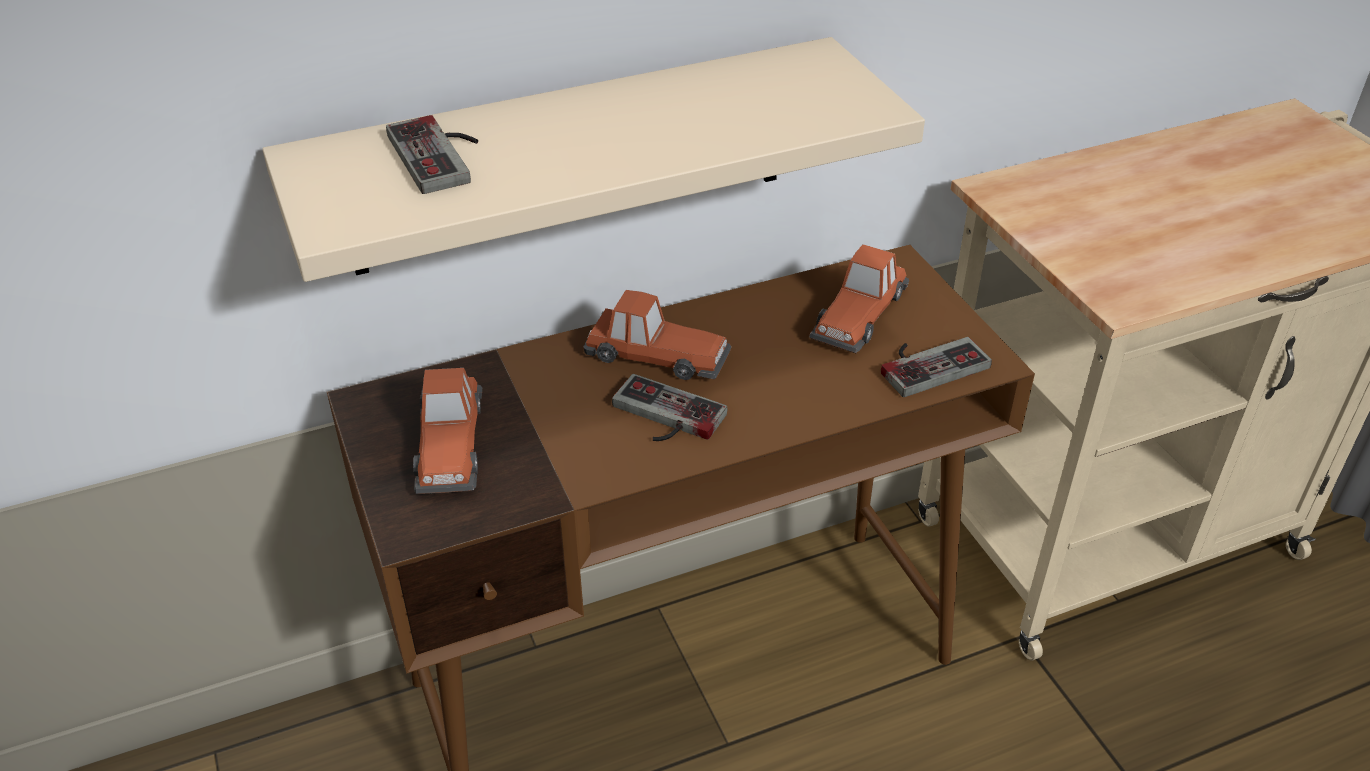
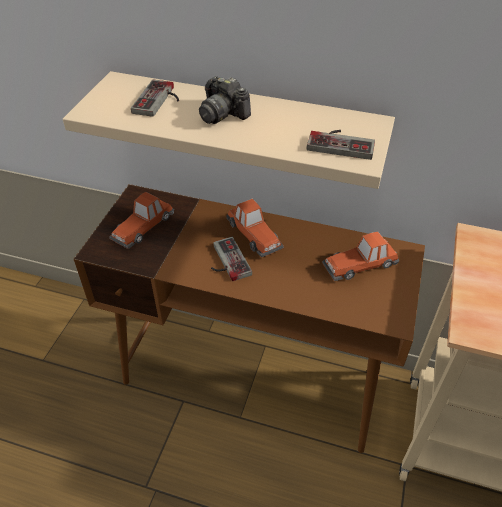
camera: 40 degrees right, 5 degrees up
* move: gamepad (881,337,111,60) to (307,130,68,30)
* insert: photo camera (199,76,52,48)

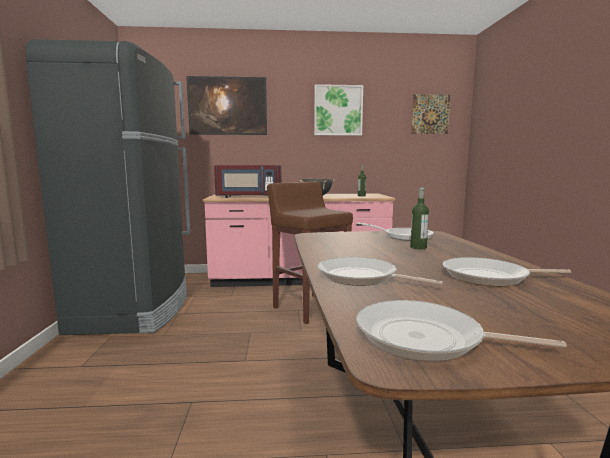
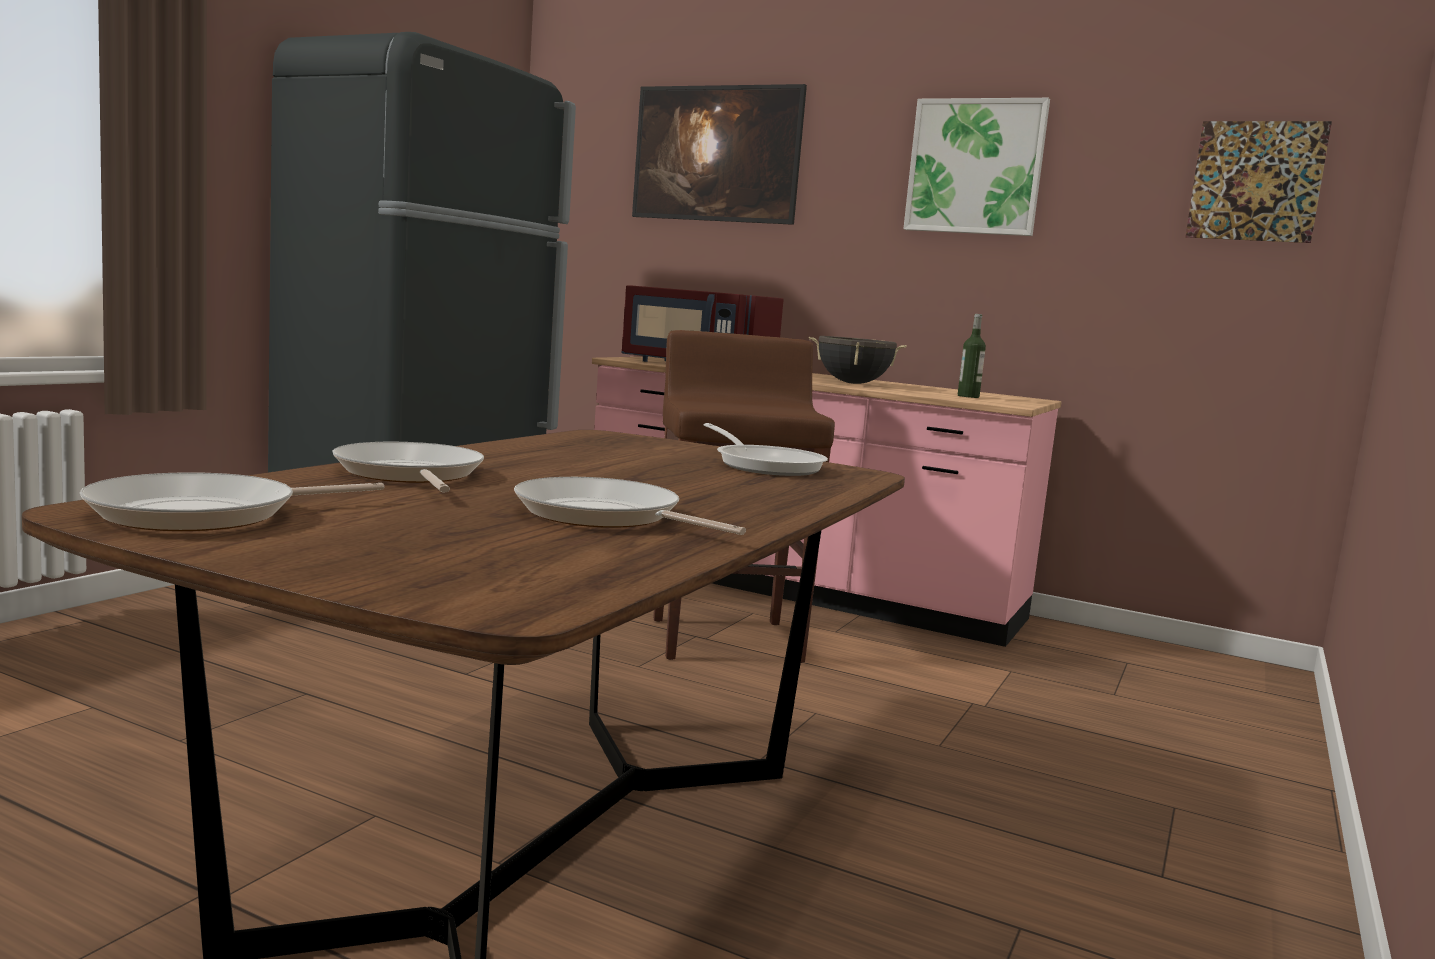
camera: 30 degrees right, 0 degrees up
* delete: bottle (410,187,19,62)
* rotate: skillet (356,300,211,61) = (80,472,304,59) 90 degrees counterclockwise

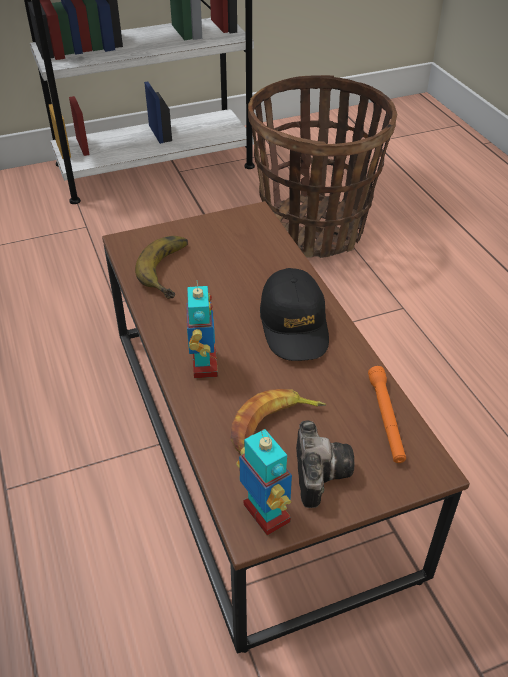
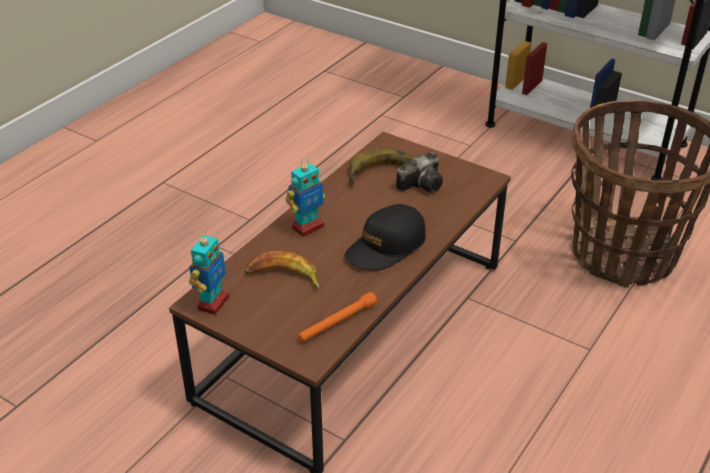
camera: 55 degrees right, 5 degrees down
* move: photo camera (296,420,58,88) to (396,152,47,40)

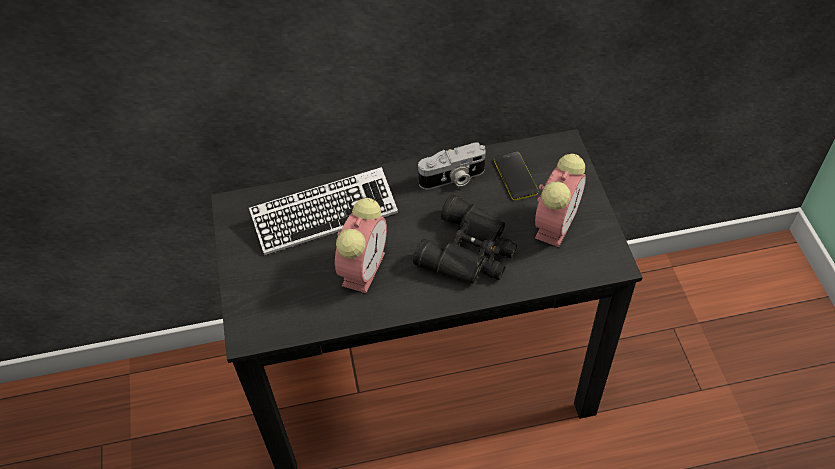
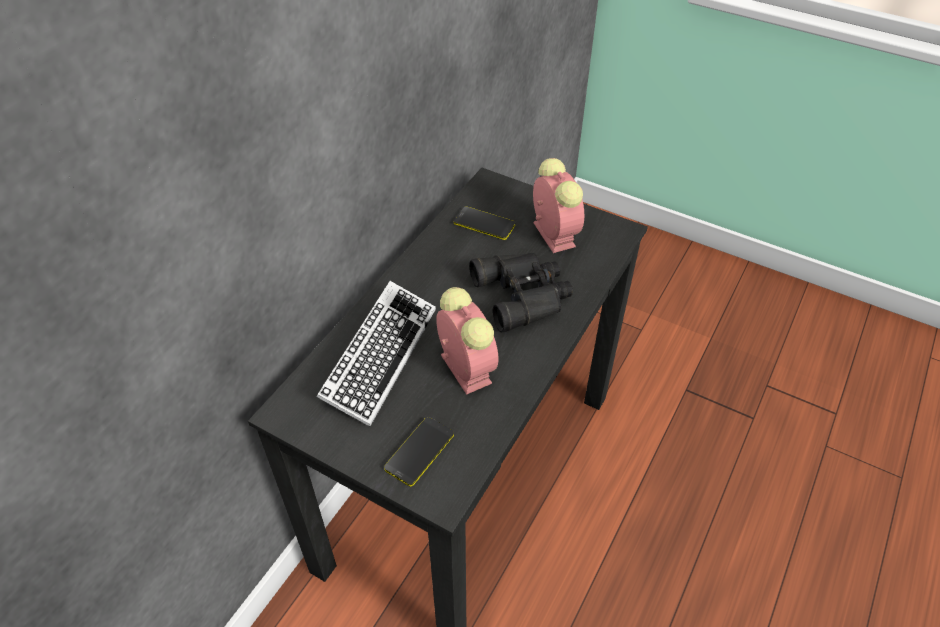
camera: 50 degrees left, 5 degrees down
* delete: photo camera (418,142,67,48)
* insert: handset (384,417,70,70)

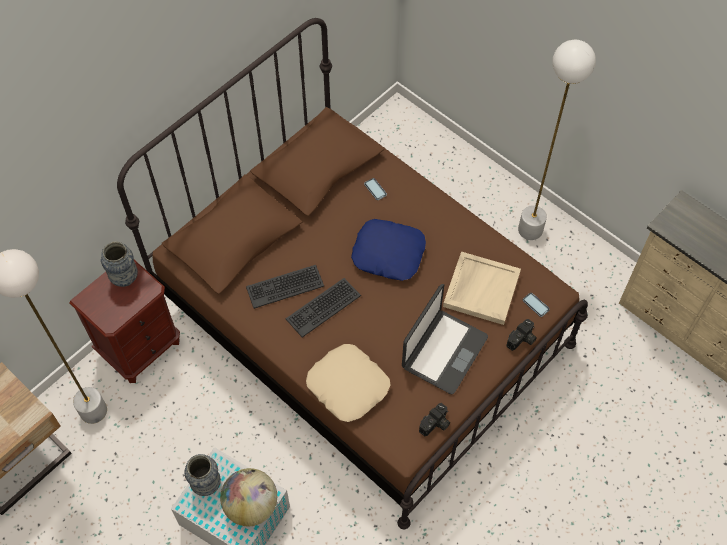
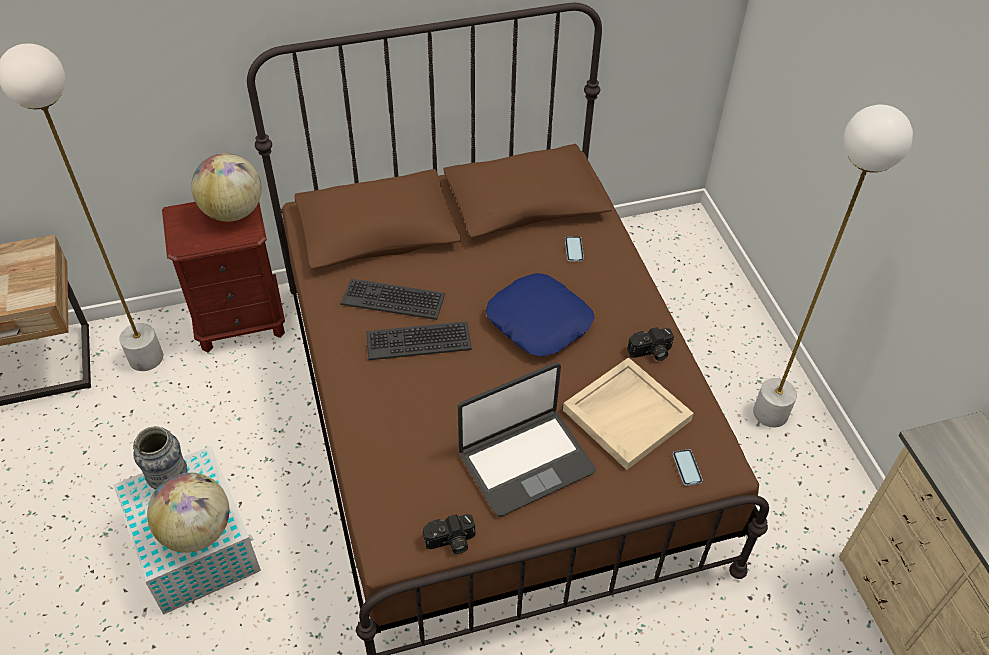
camera: 30 degrees right, 10 degrees down
* replace: flower vase (101,242,37,45) to world globe (191,153,71,69)
* move: photo camera (506,319,31,32) to (627,327,47,34)
* delete: throw pillow (beige) (306,344,84,78)

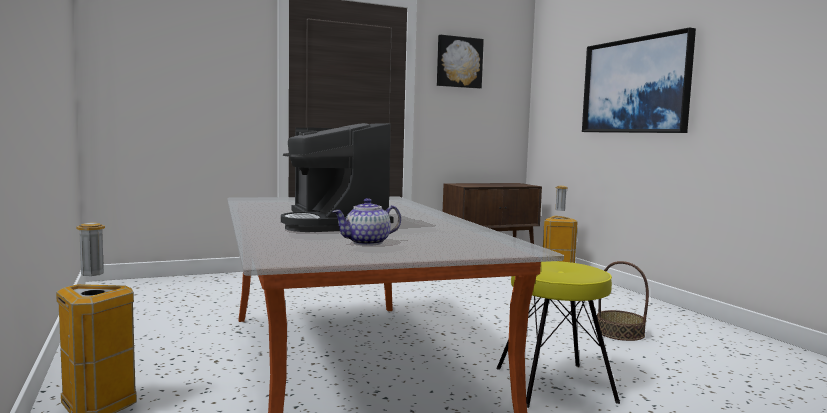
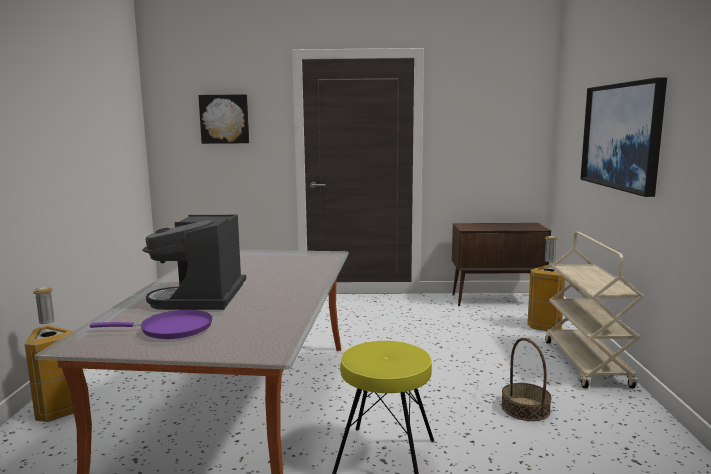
camera: 25 degrees right, 5 degrees up
* move: picture (437,35,47,53) to (198,94,51,50)
* replace: teapot (333,198,68,48) to skillet (purple-coloured) (90,310,122,29)
* insert: trolley (beige) (545,231,100,157)

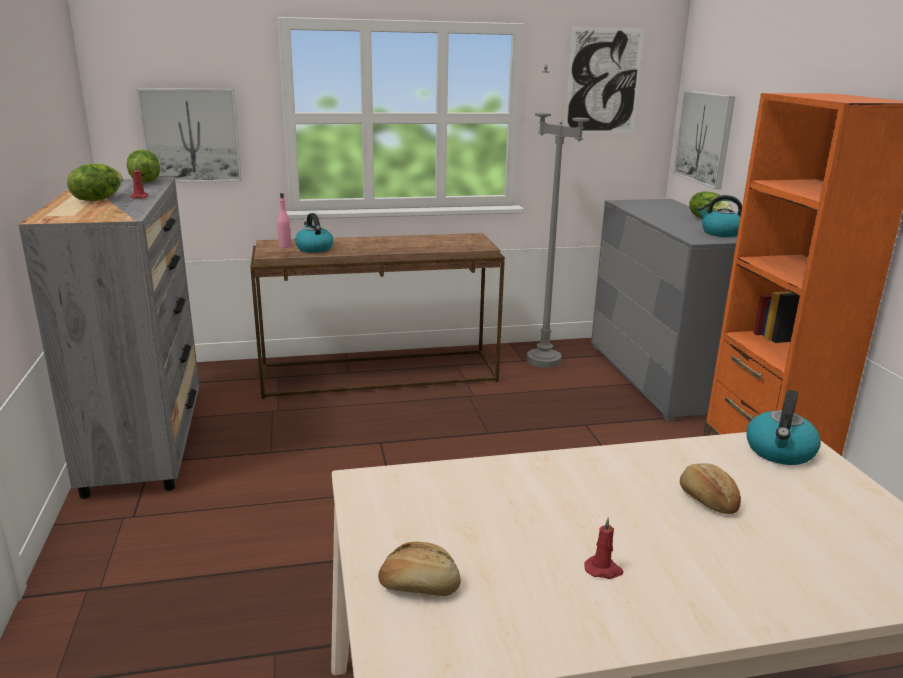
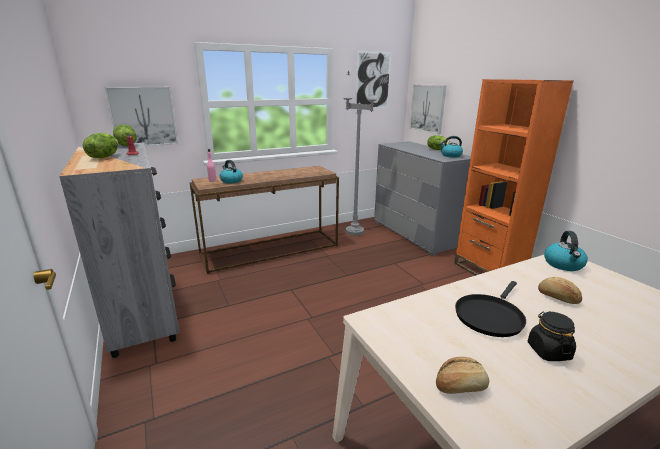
camera: 15 degrees left, 0 degrees up
* replace: candle (red) (584,517,40,62) to preserve jar (black) (528,311,48,50)
* insert: skillet (black) (455,281,71,56)

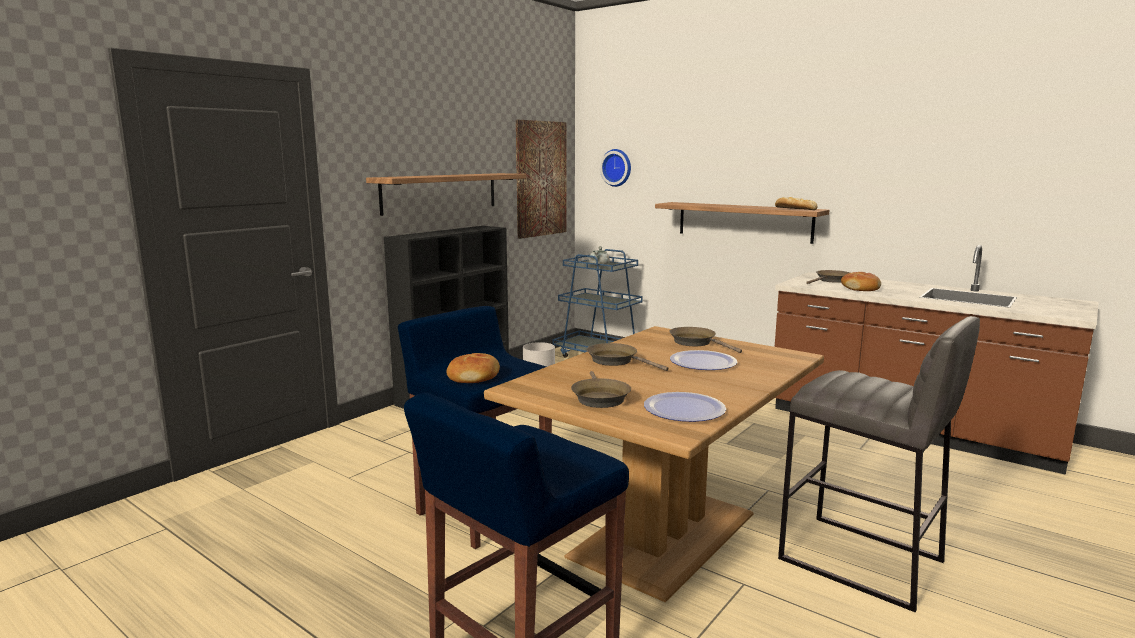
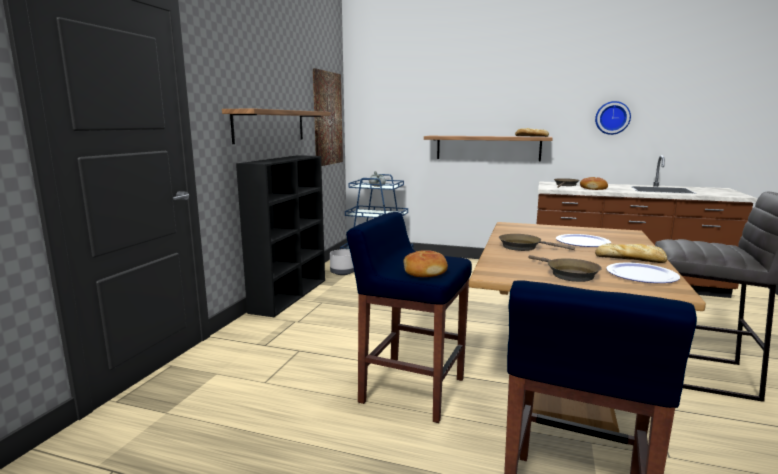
camera: 20 degrees left, 0 degrees up
* move: clock on the wall (600,149,31,38) to (595,101,36,34)
* delete: skillet (brownish) (669,327,73,26)
* insert: bakery bread (595,243,72,20)

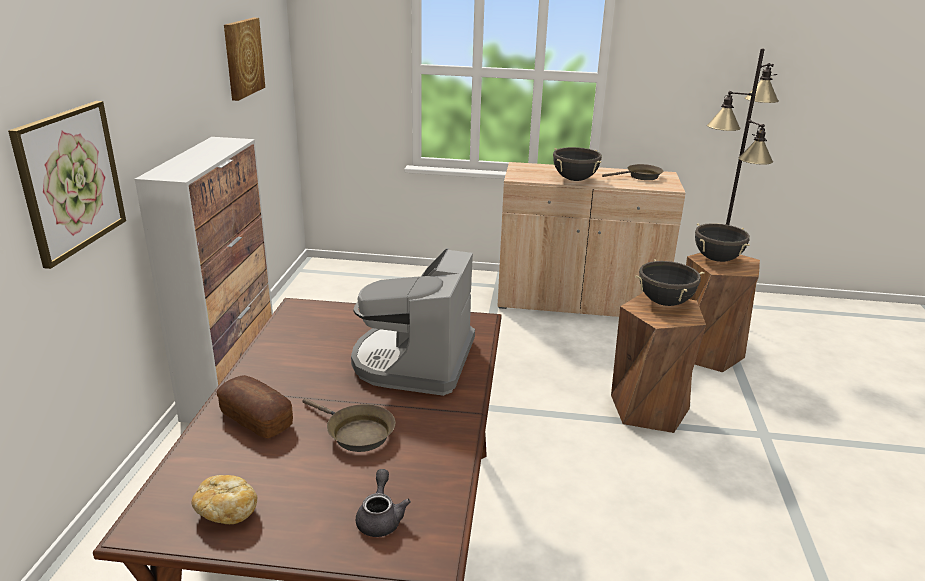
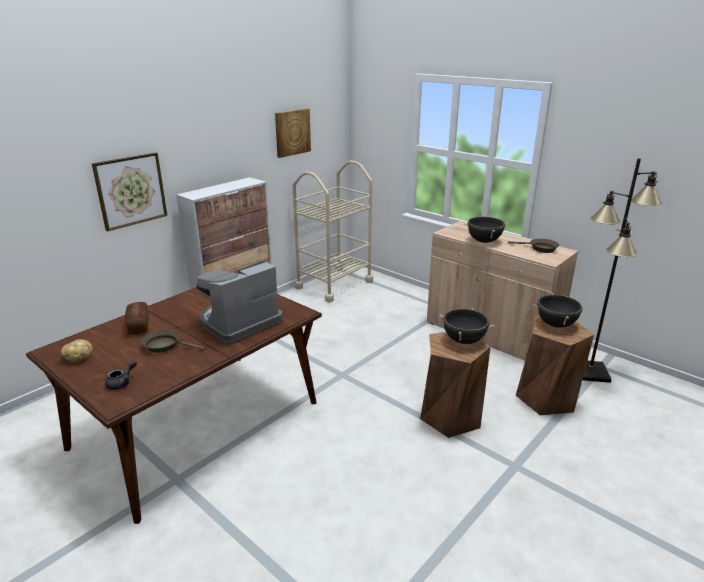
camera: 35 degrees right, 0 degrees up
* rotate: skillet (brownish) (302,398,93,54) = (141,329,64,24) 120 degrees clockwise
* insert: trolley (beige) (292,161,81,142)

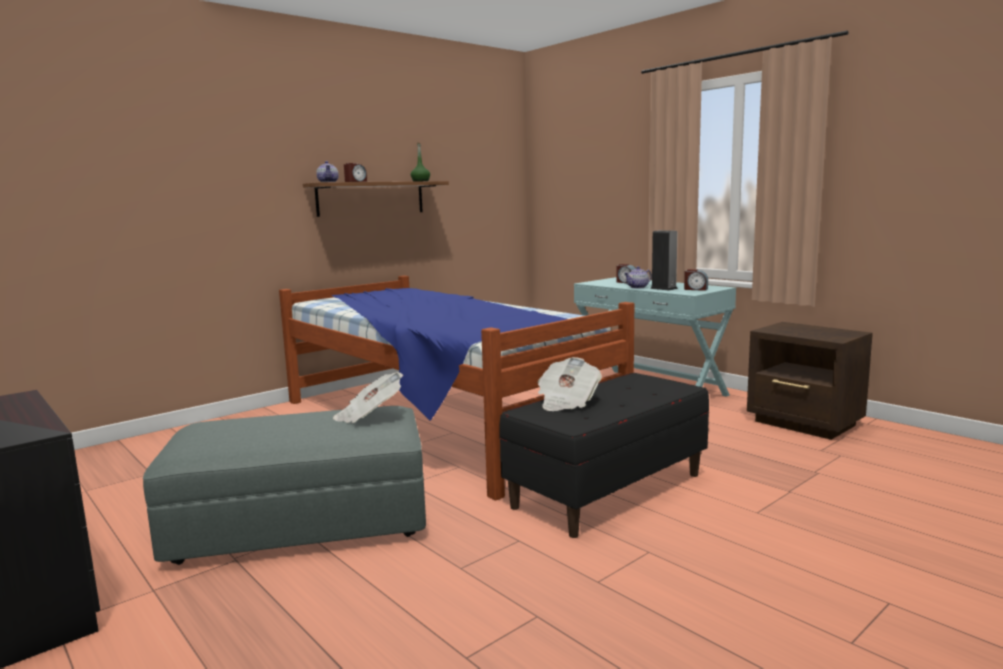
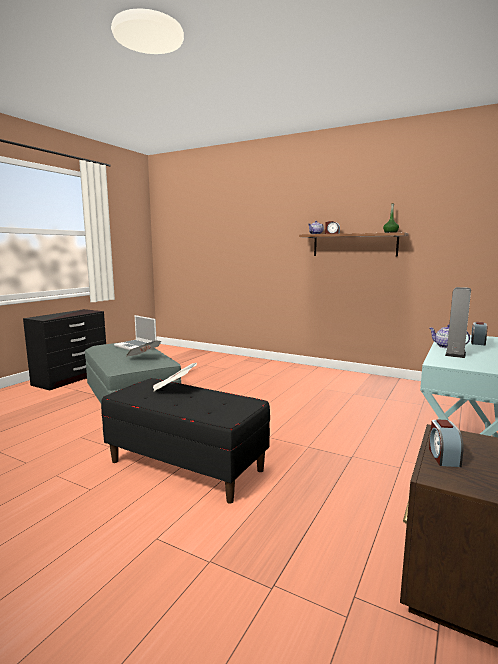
camera: 70 degrees right, 0 degrees up
* move: bedside clock (684,269,24,22) to (429,419,35,48)
* delete: bedroom bed (279,276,355,225)
* insert: notebook computer (114,315,43,35)

